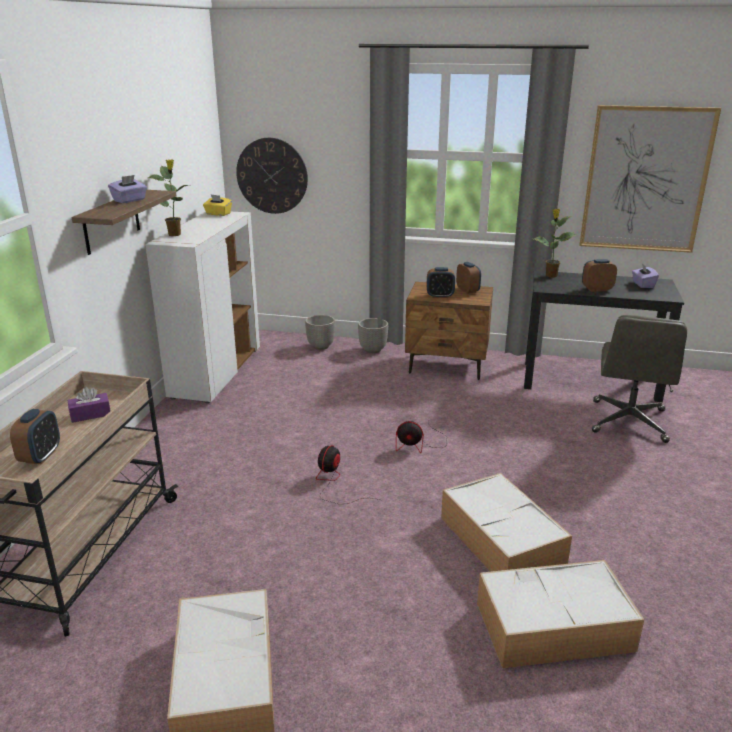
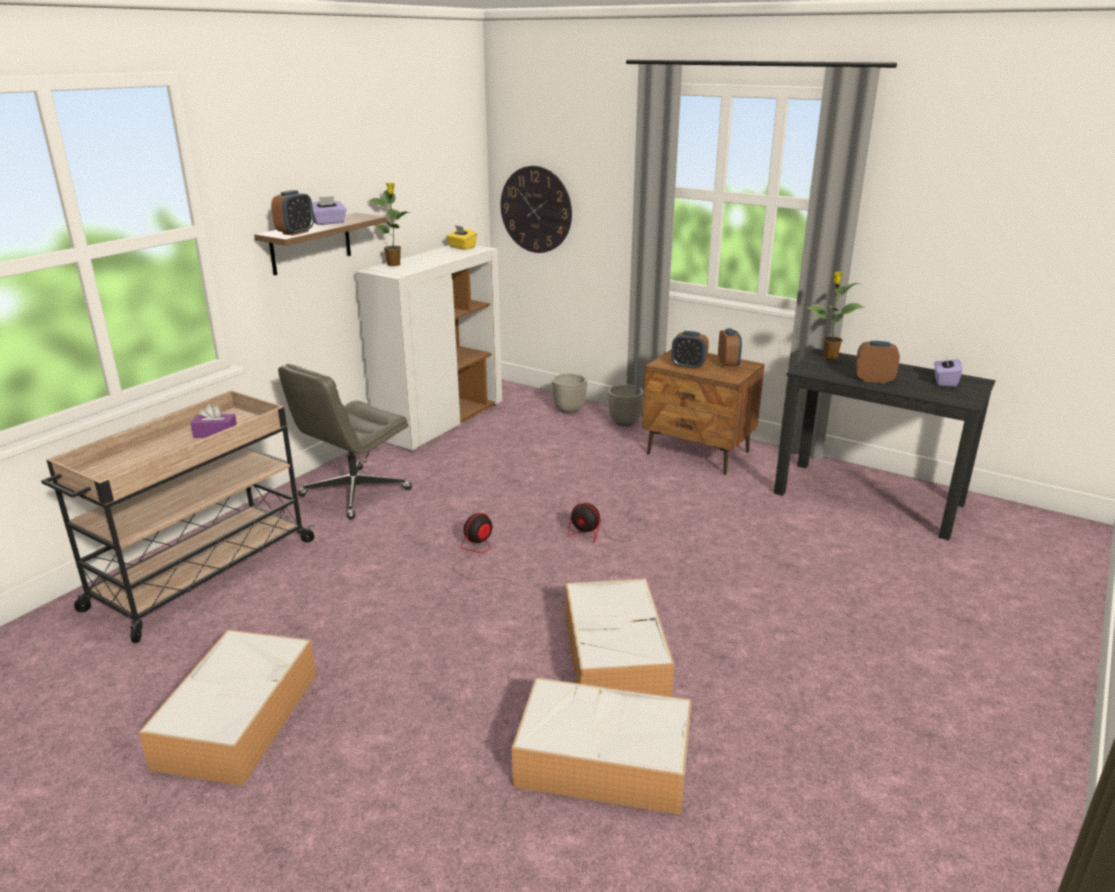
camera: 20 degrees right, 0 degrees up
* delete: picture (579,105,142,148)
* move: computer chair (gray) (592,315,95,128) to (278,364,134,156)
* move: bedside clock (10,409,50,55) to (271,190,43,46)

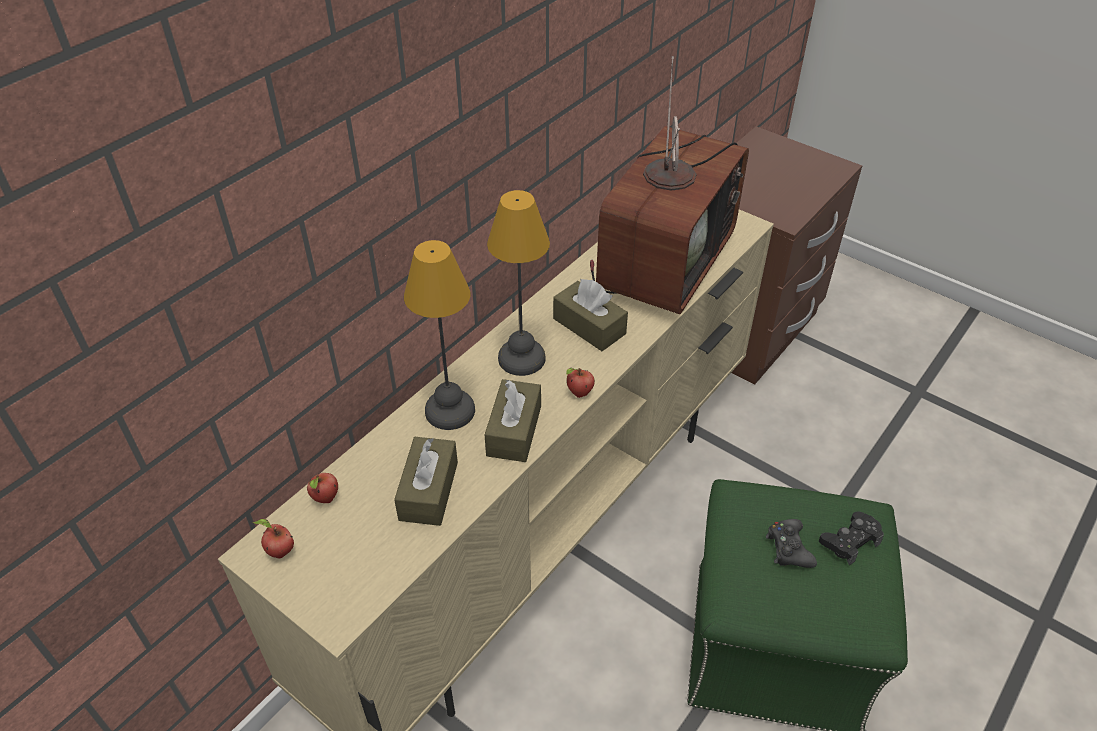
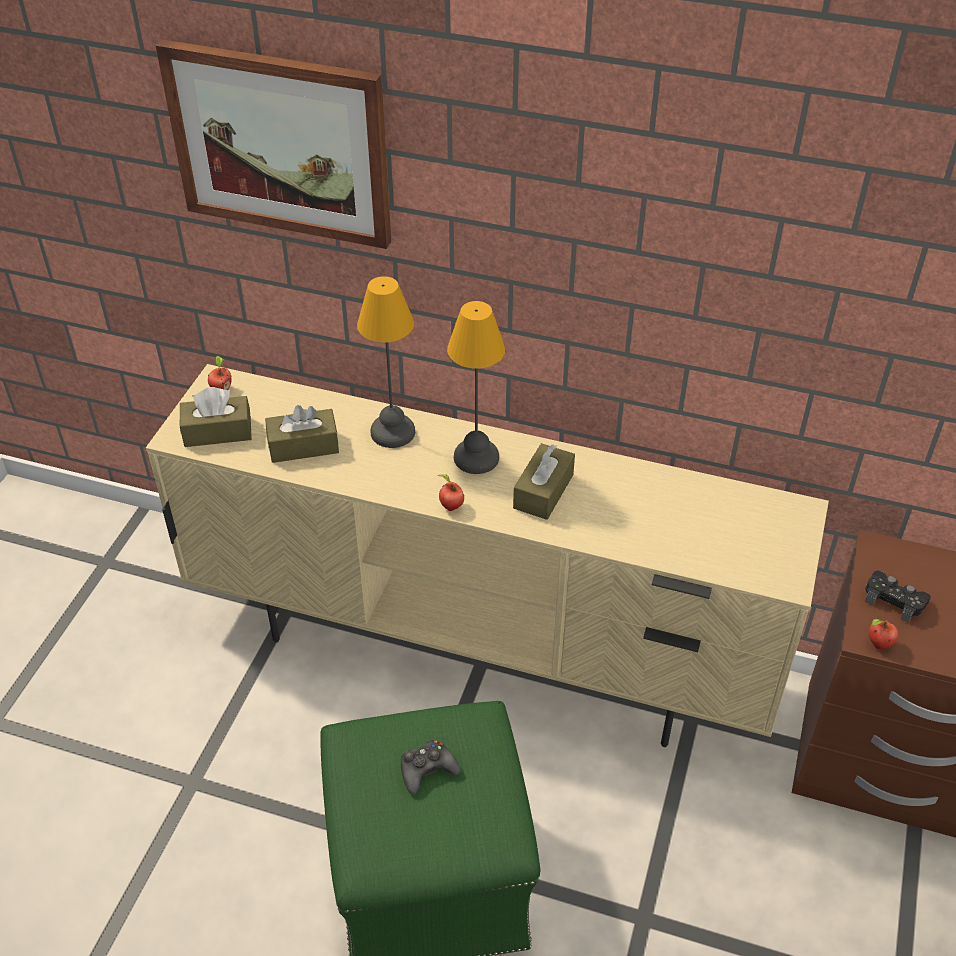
camera: 70 degrees right, 0 degrees up
* delete: television (590,56,159,258)
* move: tissue holder (brownish) (485,379,56,83) to (180,387,72,60)
* move: apple (307,473,31,30) to (869,619,30,30)
* move: gamepad (black) (819,511,65,54) to (865,570,66,53)
* insert: picture (156,39,235,210)

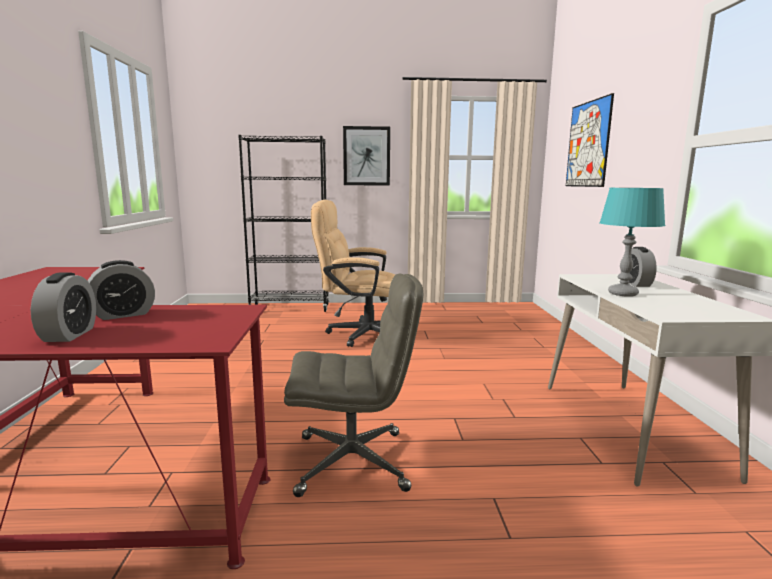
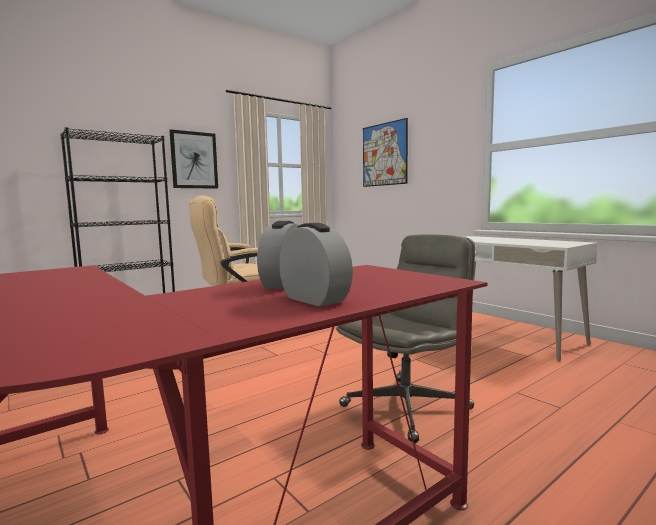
camera: 35 degrees left, 5 degrees down
* delete: lamp for a table (turquoise-coloured) (600,188,66,109)
* delete: bedside clock (621,247,36,40)

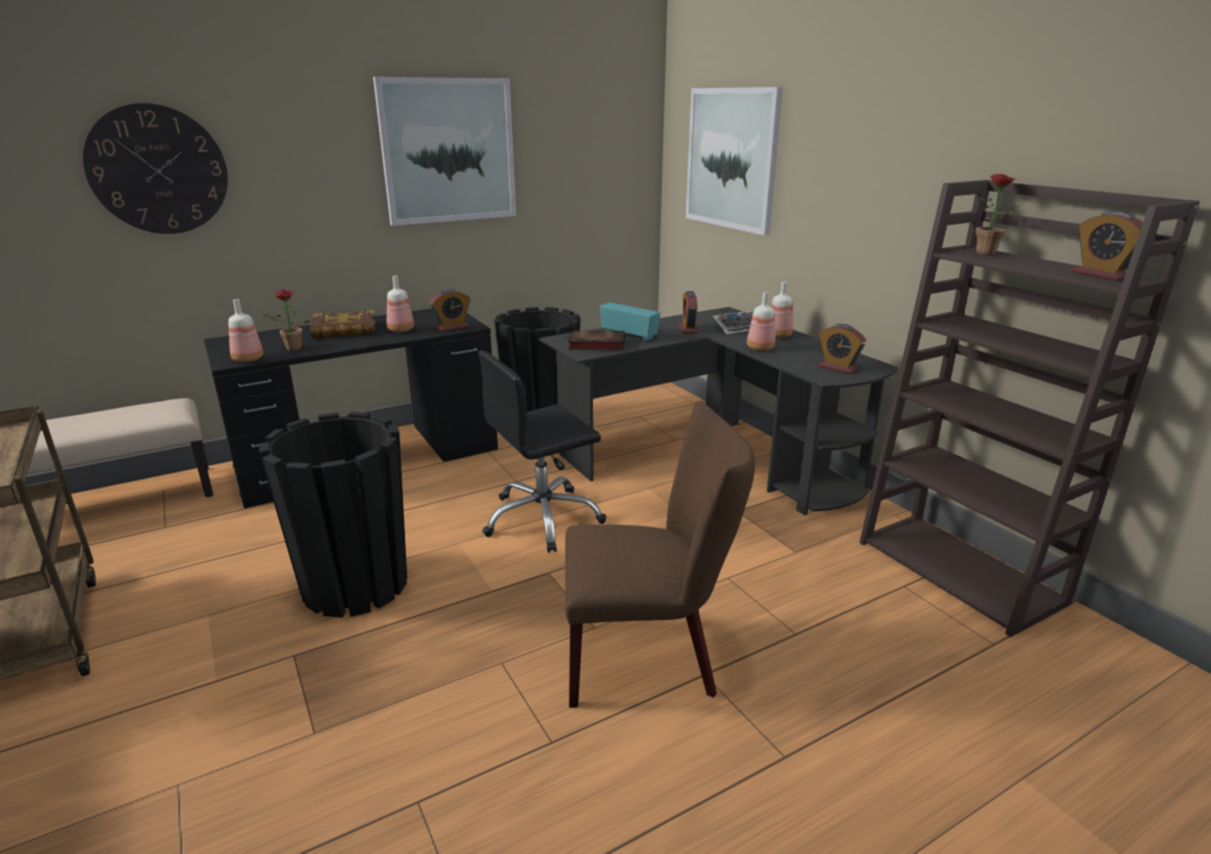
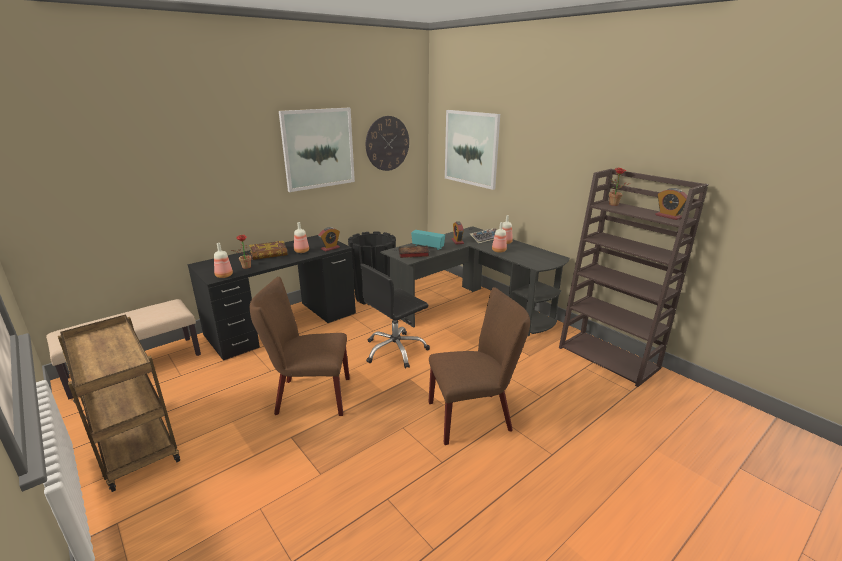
camera: 10 degrees left, 0 degrees up
* move: clock on the wall (83,103,145,131) to (366,116,43,55)
* delete: bedside clock (818,324,48,50)
* replace: planter (black) (259,412,148,206) to chair (brownish) (250,277,100,139)

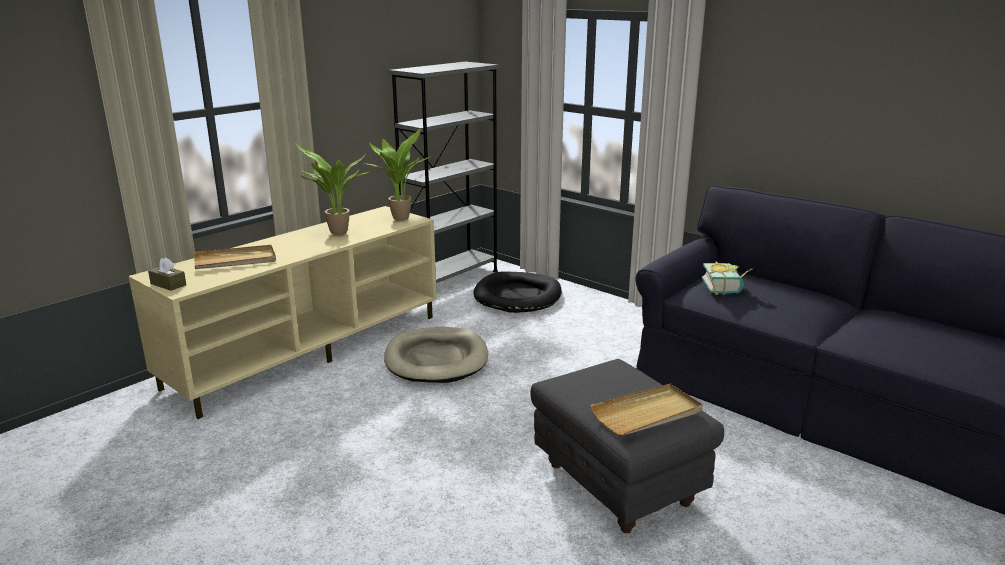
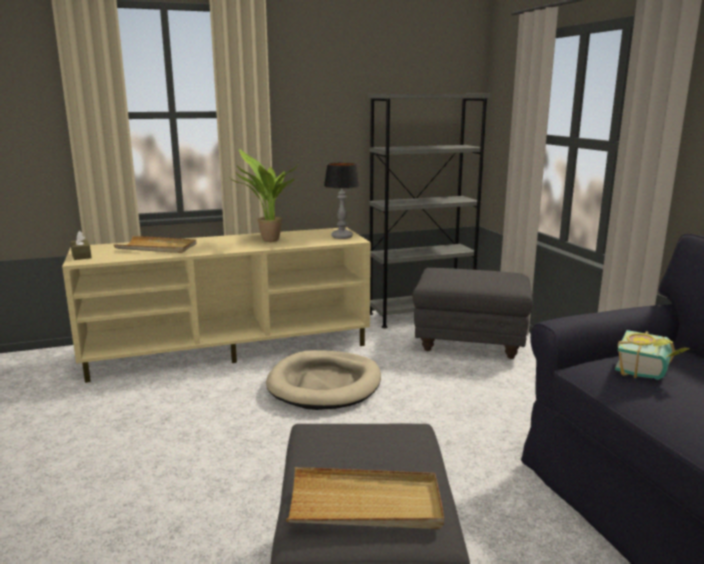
camera: 30 degrees right, 5 degrees down
* replace: houseplant (362,129,69,92) to lamp for a table (324,162,36,77)
* replace: dog bed (black) (473,272,89,41) to footrest (gray) (412,268,121,91)

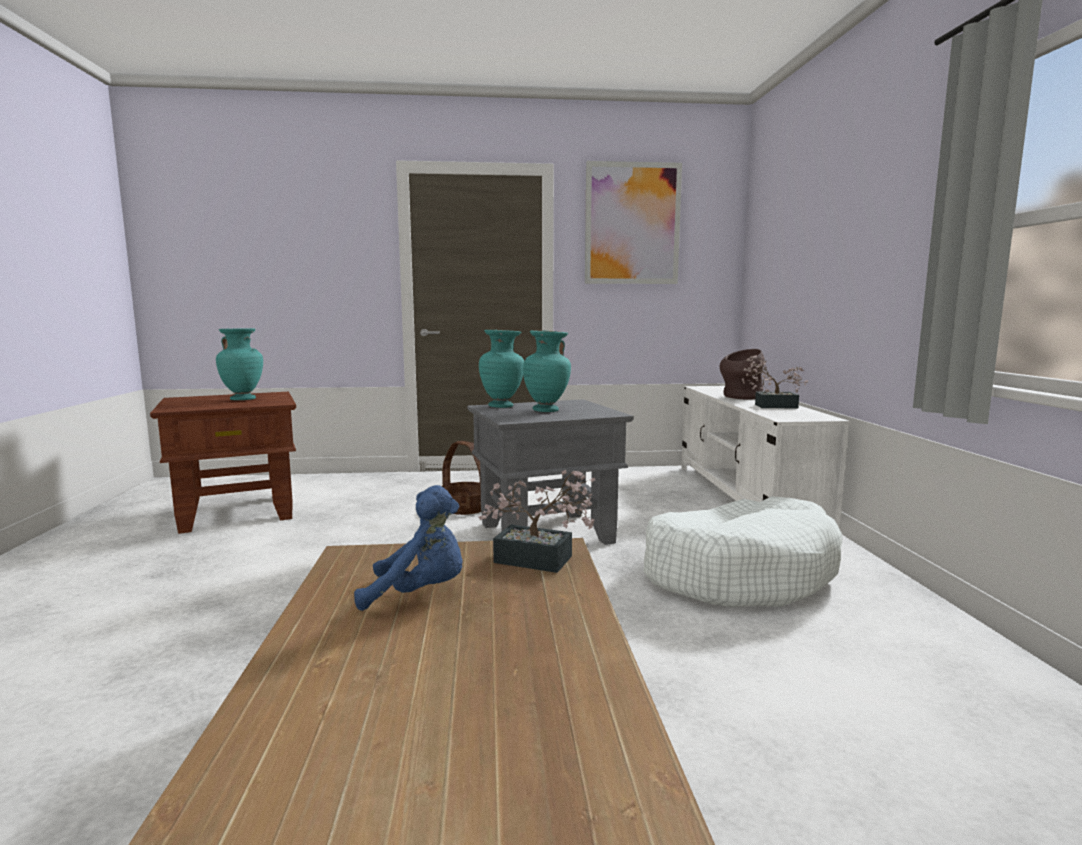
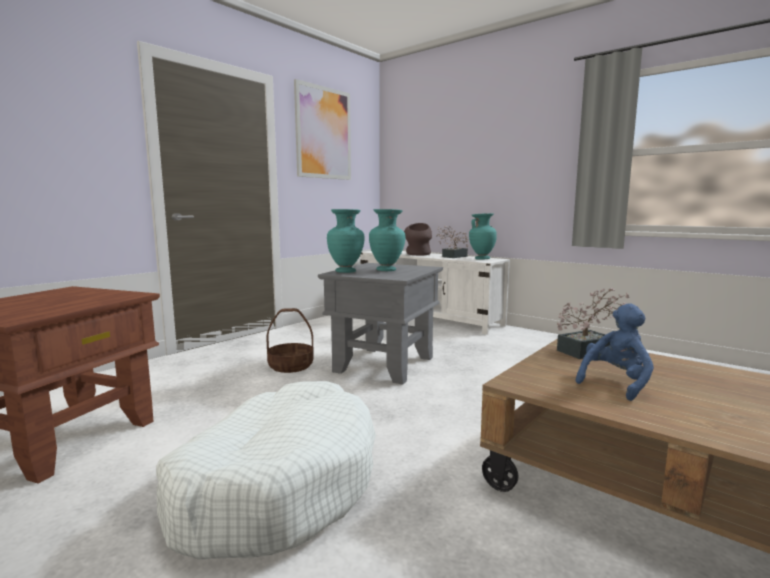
camera: 45 degrees left, 0 degrees up
* move: flower vase (turquoise-coloured) (216,328,47,72) to (469,213,28,47)
* move: dog bed (white-coloured) (643,496,200,111) to (156,381,220,179)

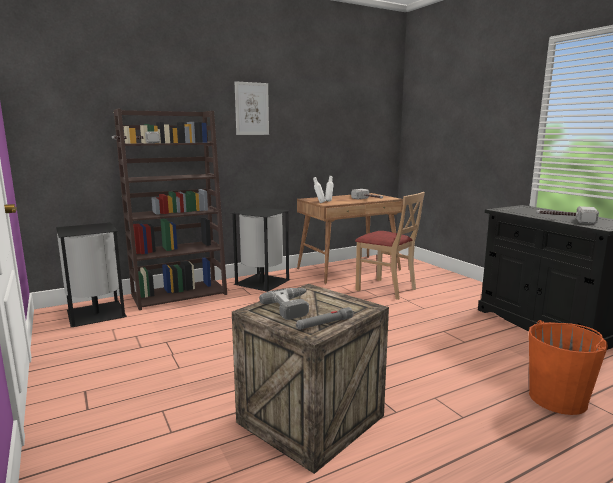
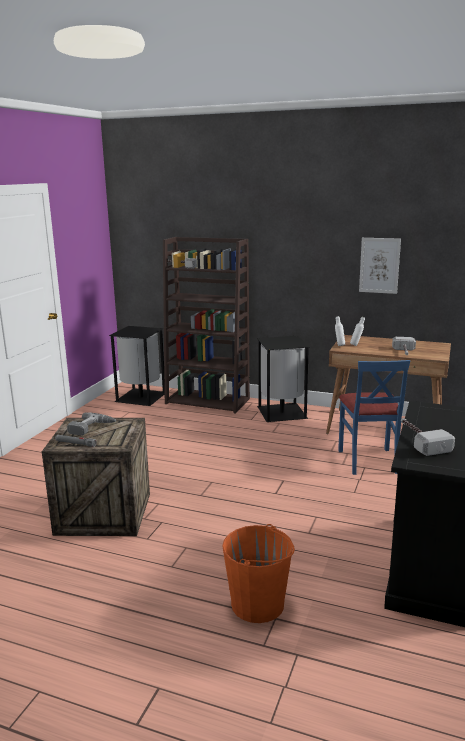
camera: 50 degrees right, 5 degrees up
* move: picture (235,81,34,54) to (359,238,42,56)
* recolor: chair (beige) (355,192,70,108) to chair (blue) (338,360,72,115)

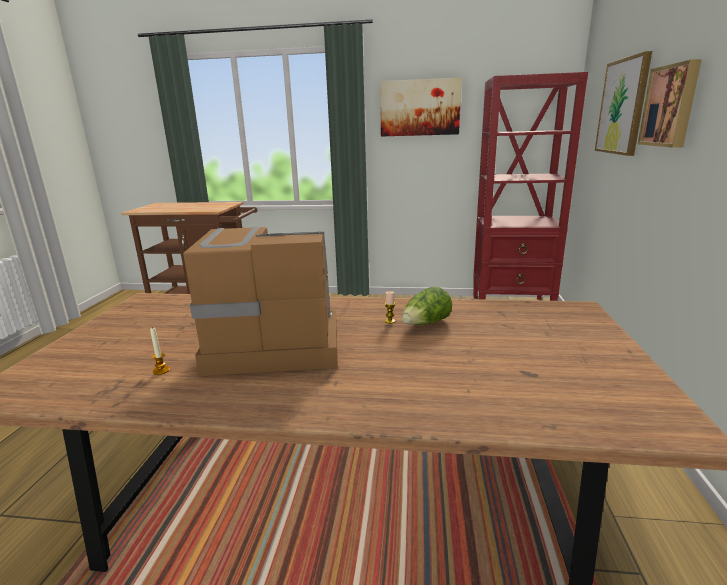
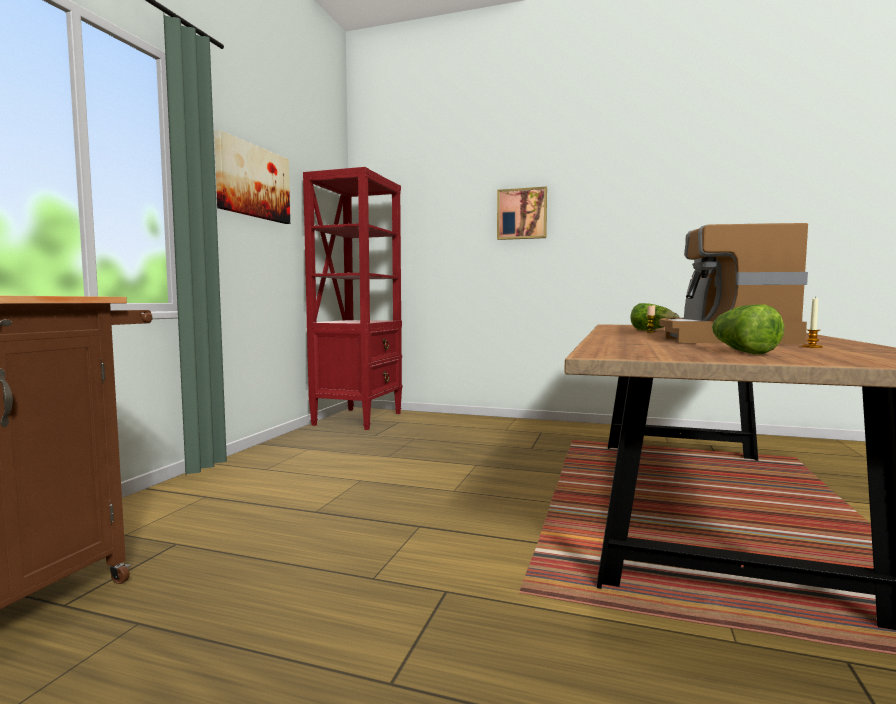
camera: 80 degrees left, 15 degrees down
* delete: picture (595,51,57,105)
* insert: lettuce (712,304,72,50)

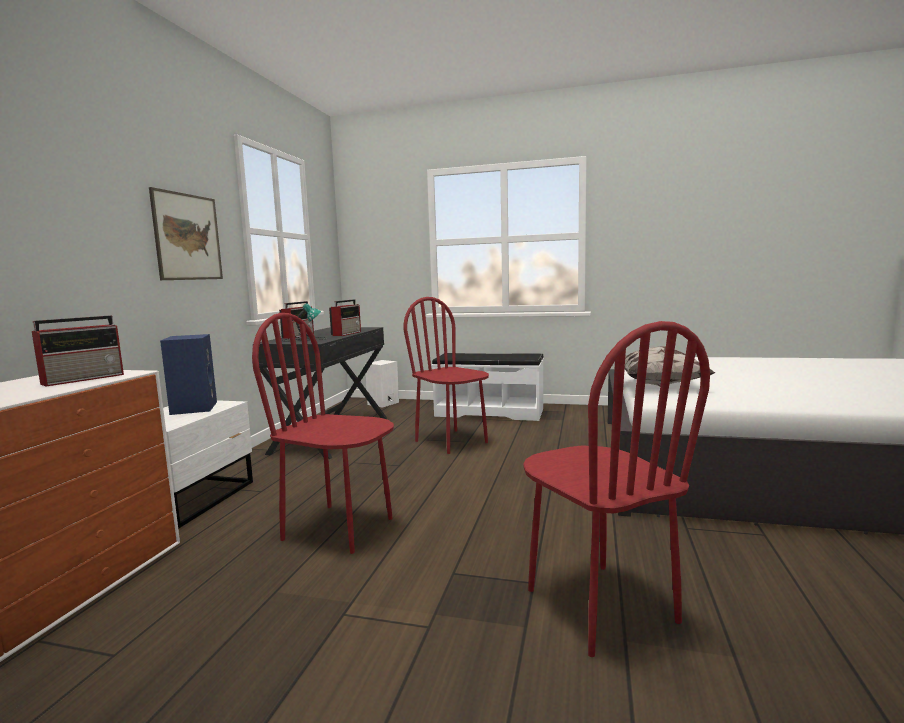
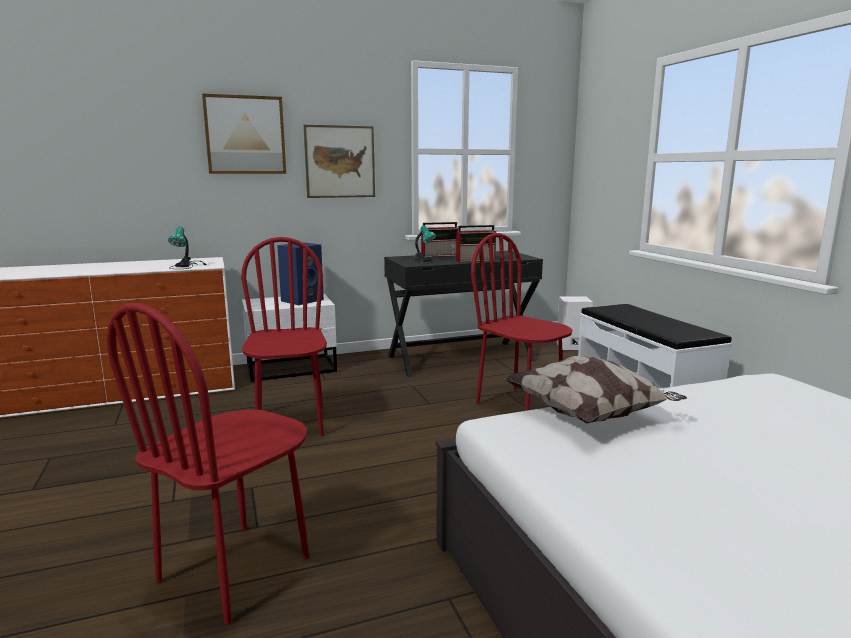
camera: 55 degrees right, 5 degrees up
* rotate: chair (red) (404,297,85,157) = (471,233,102,178) 60 degrees counterclockwise
* replace: radio set (32,315,92,71) to lamp for a table (168,226,39,43)
* insert: picture (202,94,84,80)

